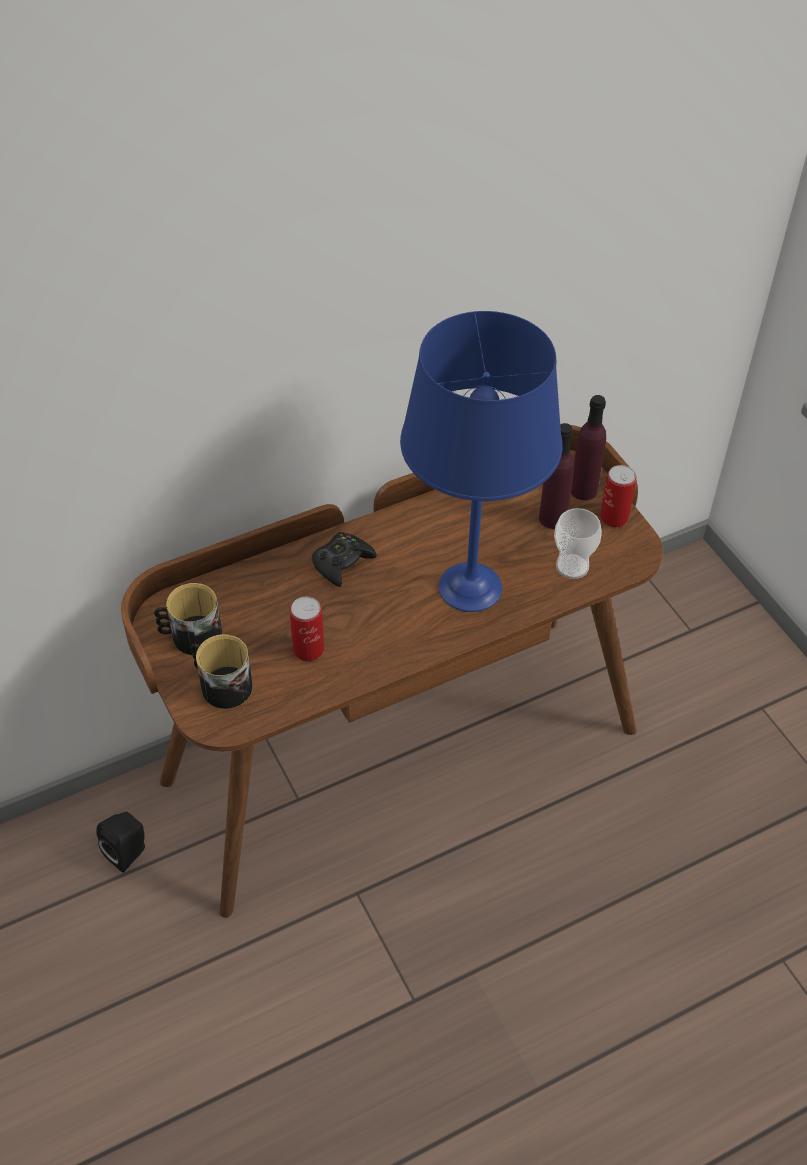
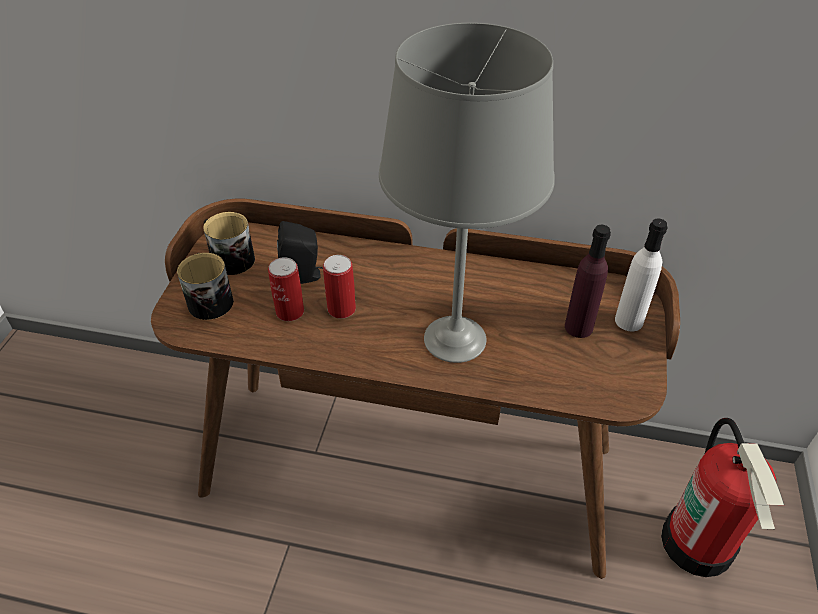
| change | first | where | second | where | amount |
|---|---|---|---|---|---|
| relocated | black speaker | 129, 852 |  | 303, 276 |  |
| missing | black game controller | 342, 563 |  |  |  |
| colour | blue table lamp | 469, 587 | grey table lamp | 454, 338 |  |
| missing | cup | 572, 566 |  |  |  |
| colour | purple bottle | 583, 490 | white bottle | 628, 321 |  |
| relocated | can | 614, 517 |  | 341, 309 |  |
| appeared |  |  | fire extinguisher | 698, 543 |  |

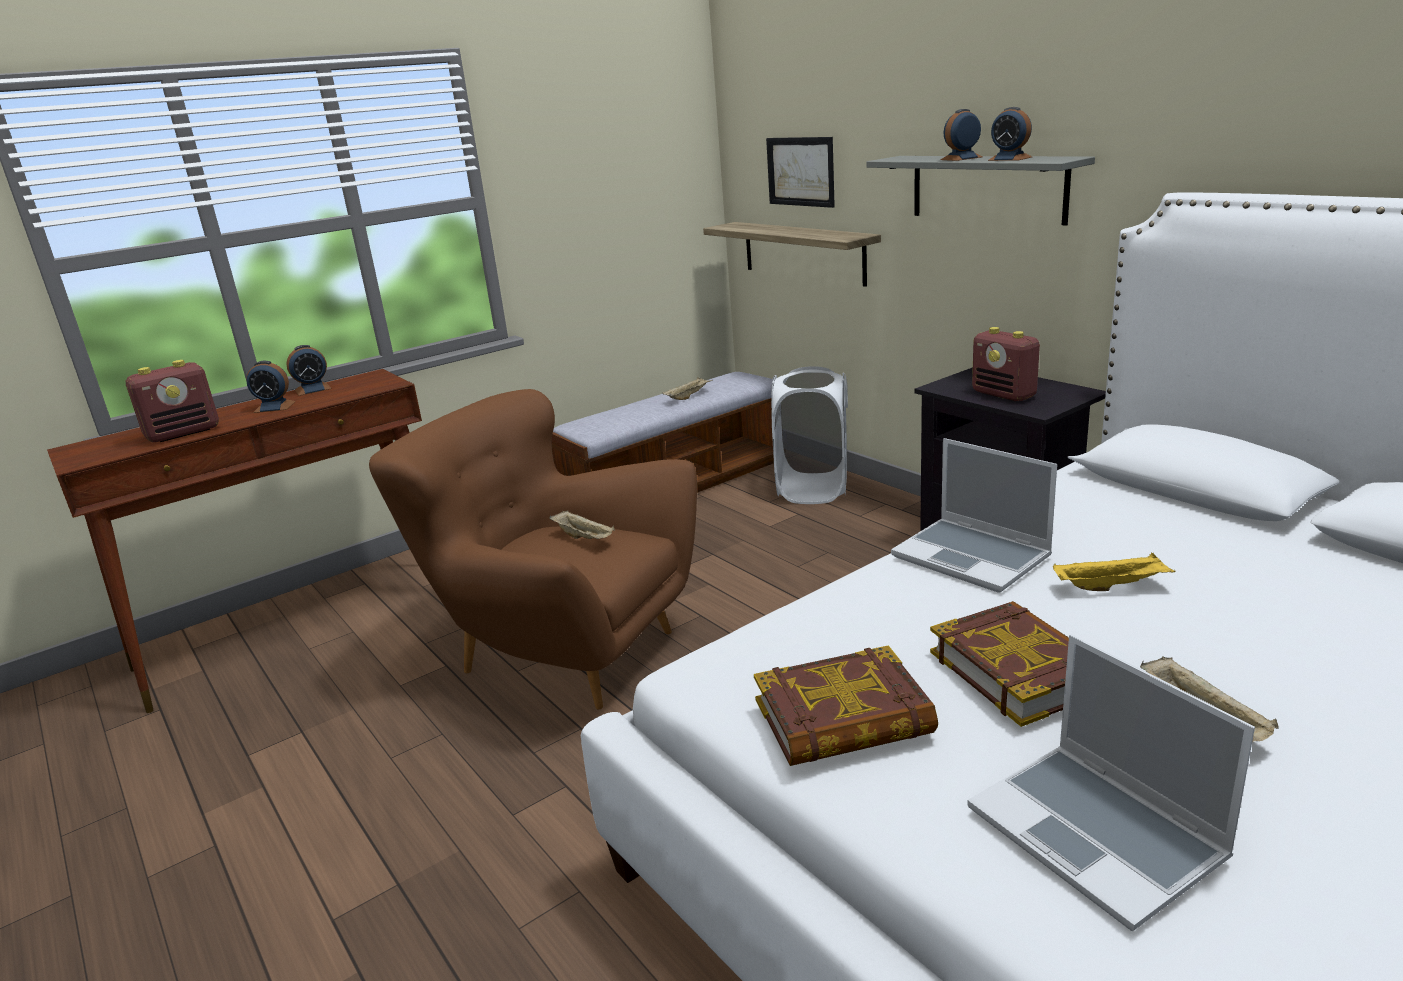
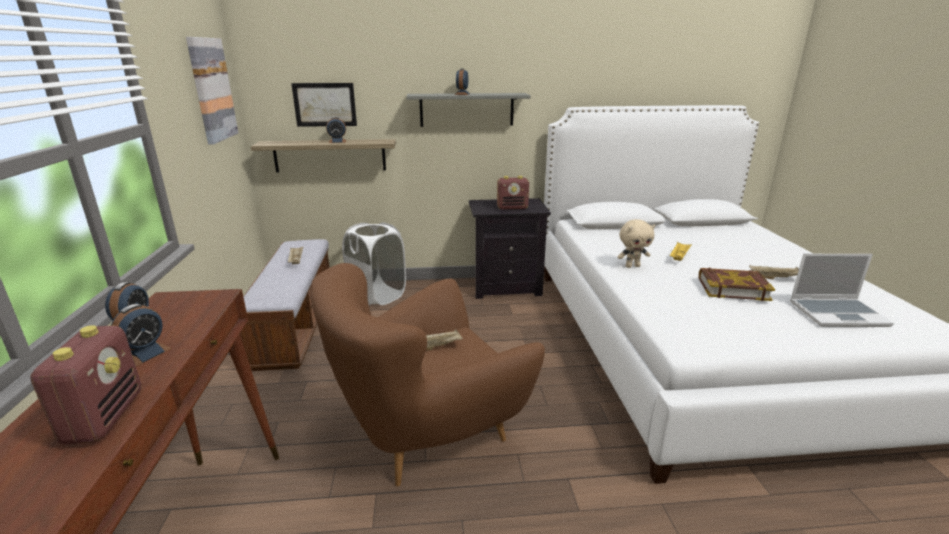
| change | first | where | second | where | amount |
|---|---|---|---|---|---|
| missing | book | 843, 718 |  |  |  |
| exchanged | laptop | 973, 557 | beige plush toy | 632, 266 |  |
| relocated | alarm clock | 1010, 159 |  | 337, 141 |  |
| appeared |  |  | picture | 211, 90 |  |

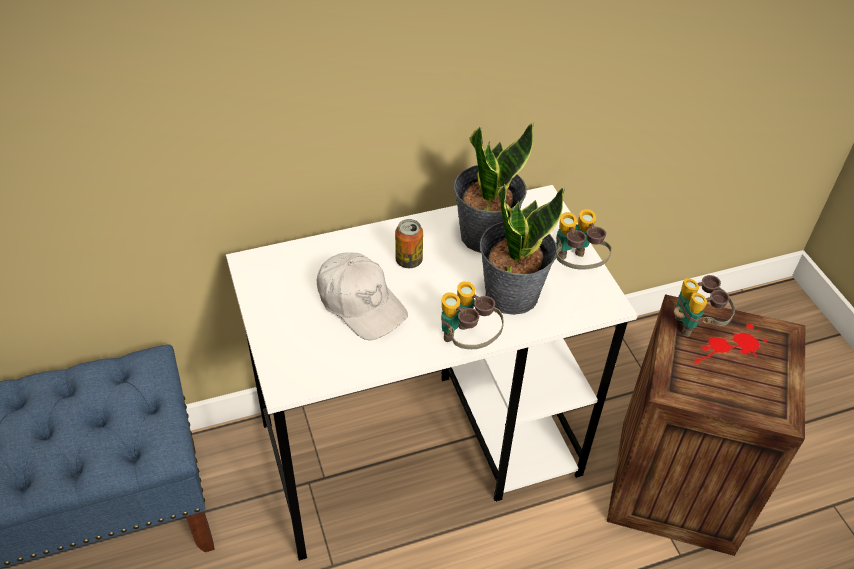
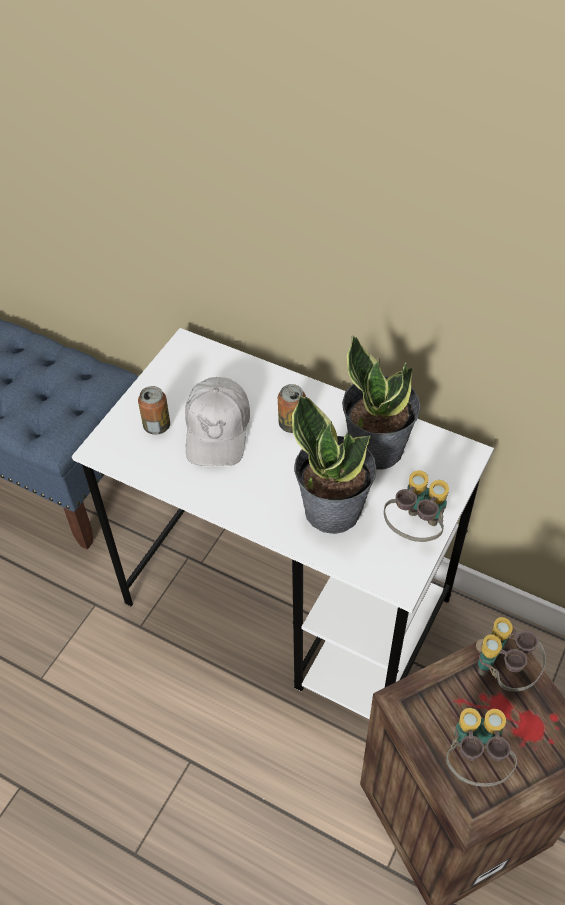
| change | first | where | second | where | amount |
|---|---|---|---|---|---|
| relocated | binoculars | 467, 342 |  | 474, 761 |  |
| appeared |  |  | can | 157, 426 |  |

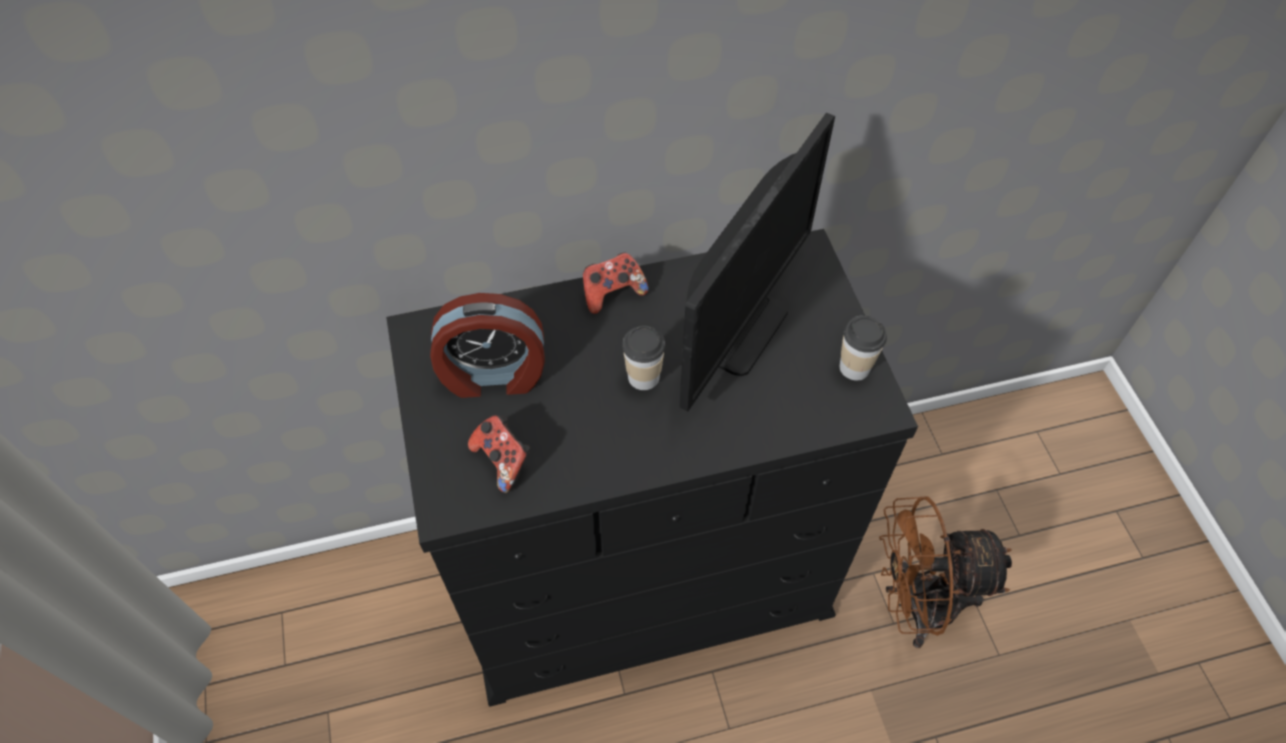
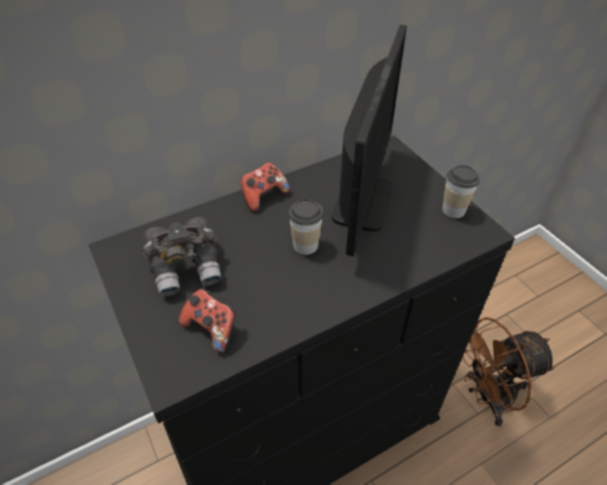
| change | first | where | second | where | amount |
|---|---|---|---|---|---|
| exchanged | alarm clock | 493, 375 | grey binoculars | 187, 267 |  |

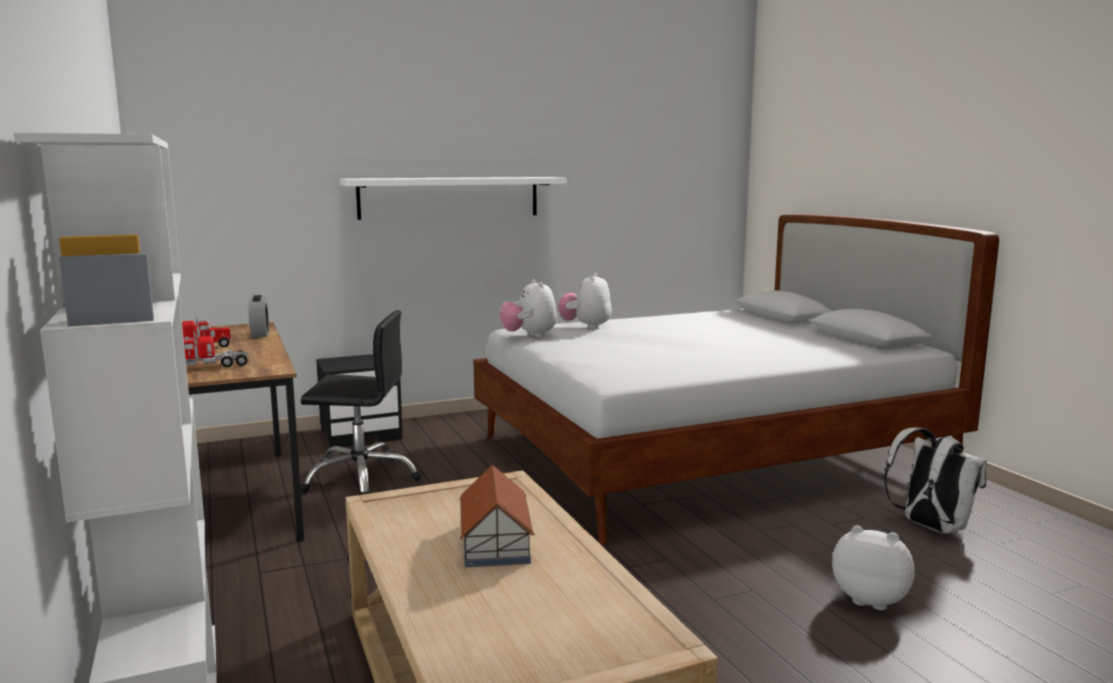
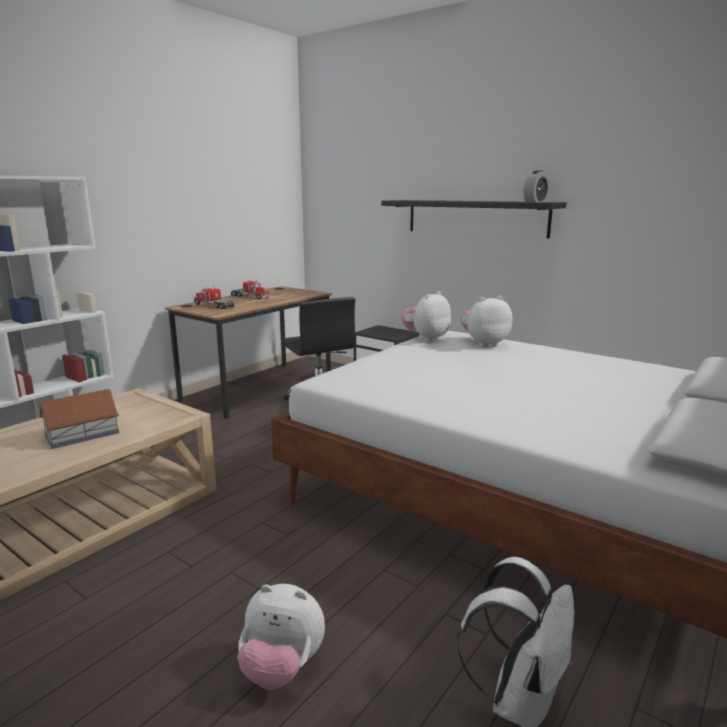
| change | first | where | second | where | amount |
|---|---|---|---|---|---|
| relocated | alarm clock | 260, 334 |  | 535, 202 |  |
| colour | white shelf | 450, 197 | black shelf | 475, 217 |  |
| spun | plush toy | 871, 599 |  | 282, 668 | 105 degrees clockwise |

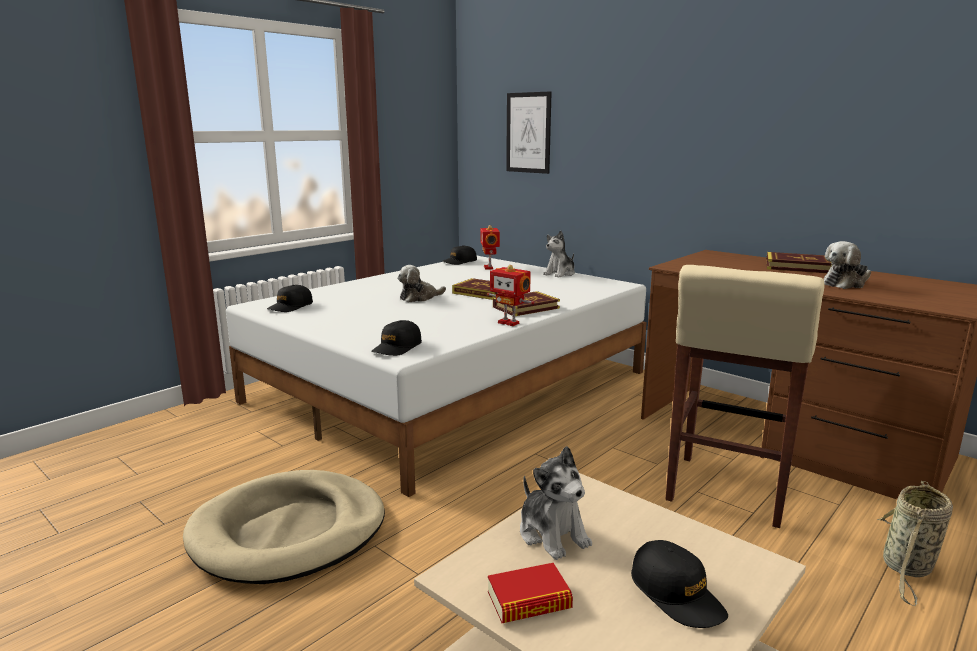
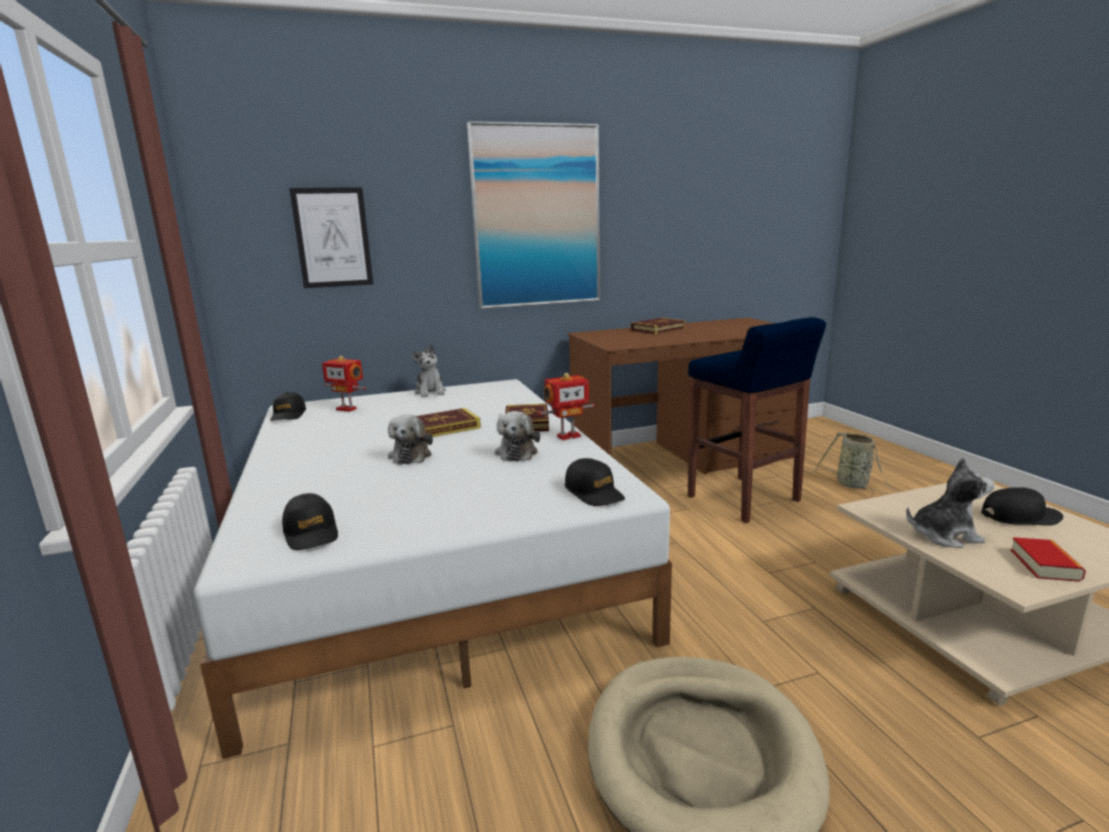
| change | first | where | second | where | amount |
|---|---|---|---|---|---|
| colour | beige stool | 727, 491 | blue stool | 744, 499 |  |
| relocated | plush toy | 845, 283 |  | 517, 452 |  |
| appeared |  |  | picture | 537, 217 |  |

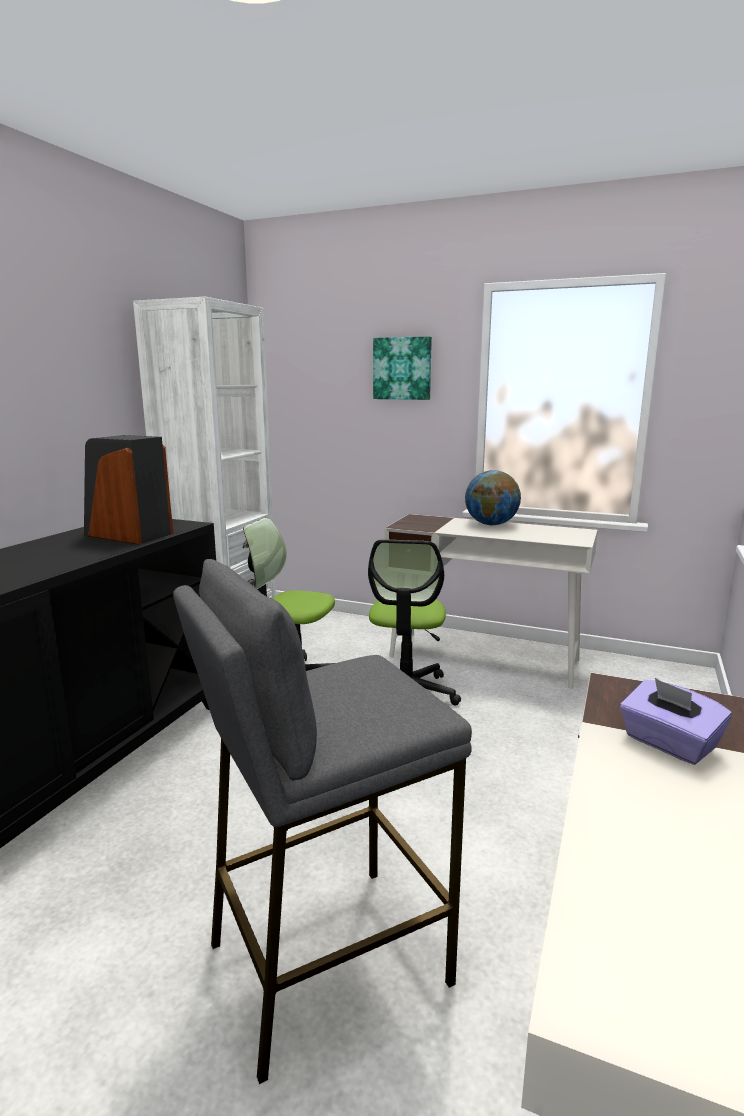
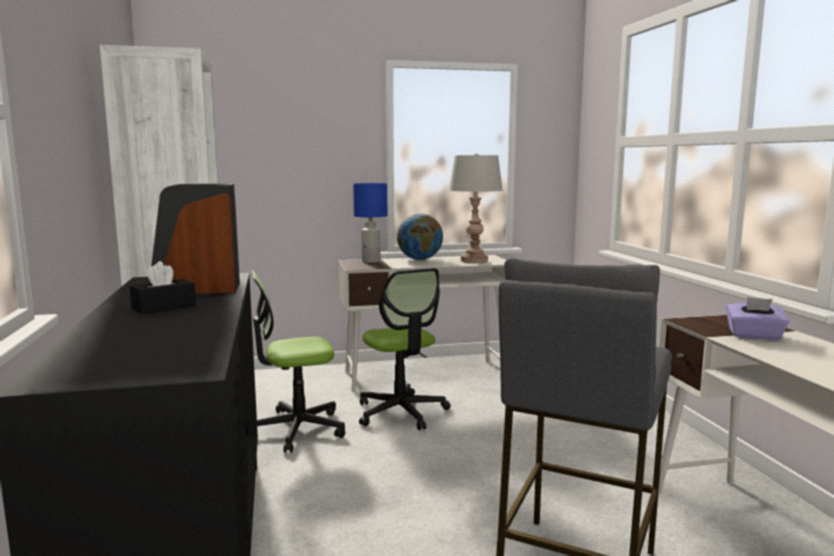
| change | first | where | second | where | amount |
|---|---|---|---|---|---|
| missing | picture | 402, 368 |  |  |  |
| appeared |  |  | black tissue box | 164, 307 |  |
| appeared |  |  | blue table lamp | 371, 261 |  |
| appeared |  |  | grey table lamp | 474, 260 |  |

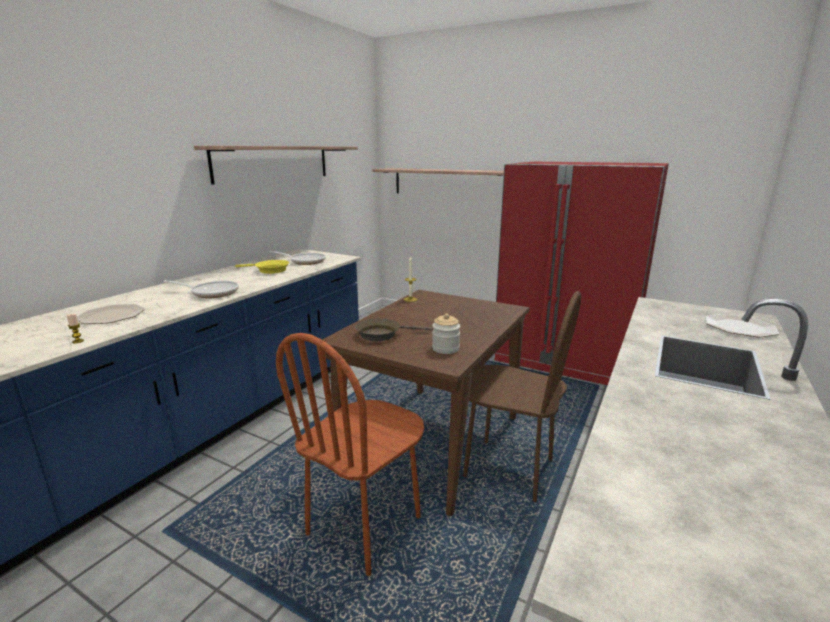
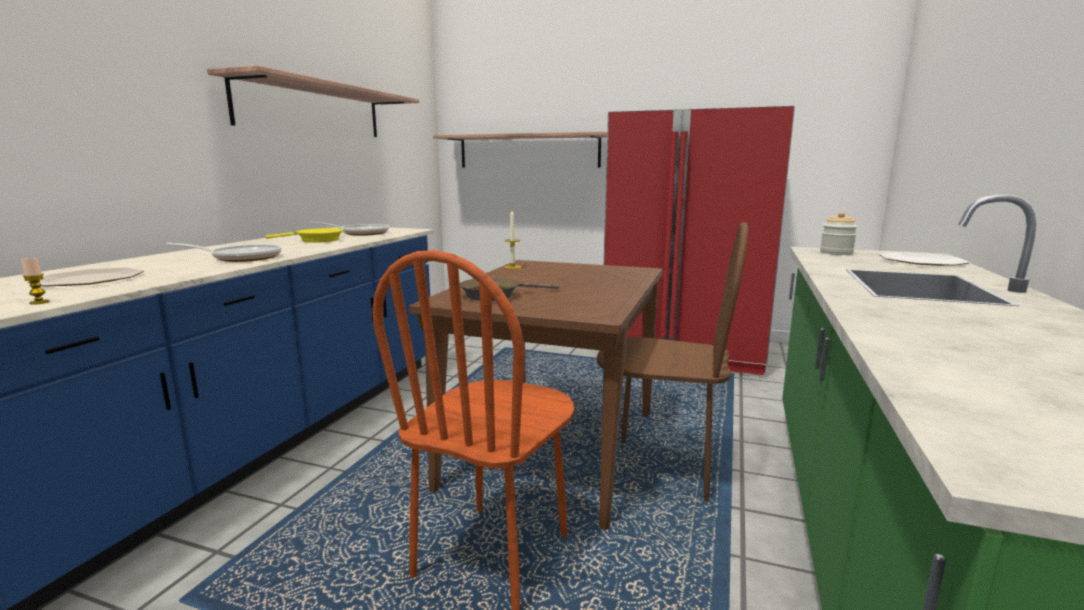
| change | first | where | second | where | amount |
|---|---|---|---|---|---|
| relocated | jar | 445, 348 |  | 836, 253 |  |

